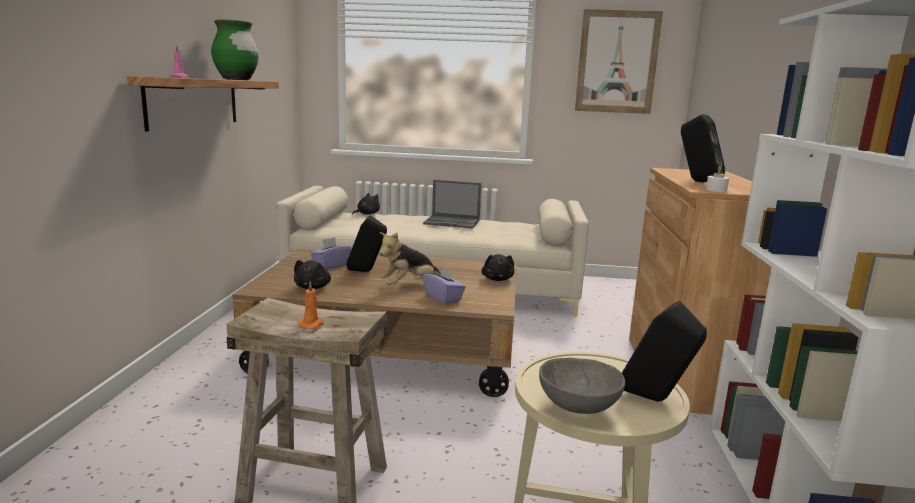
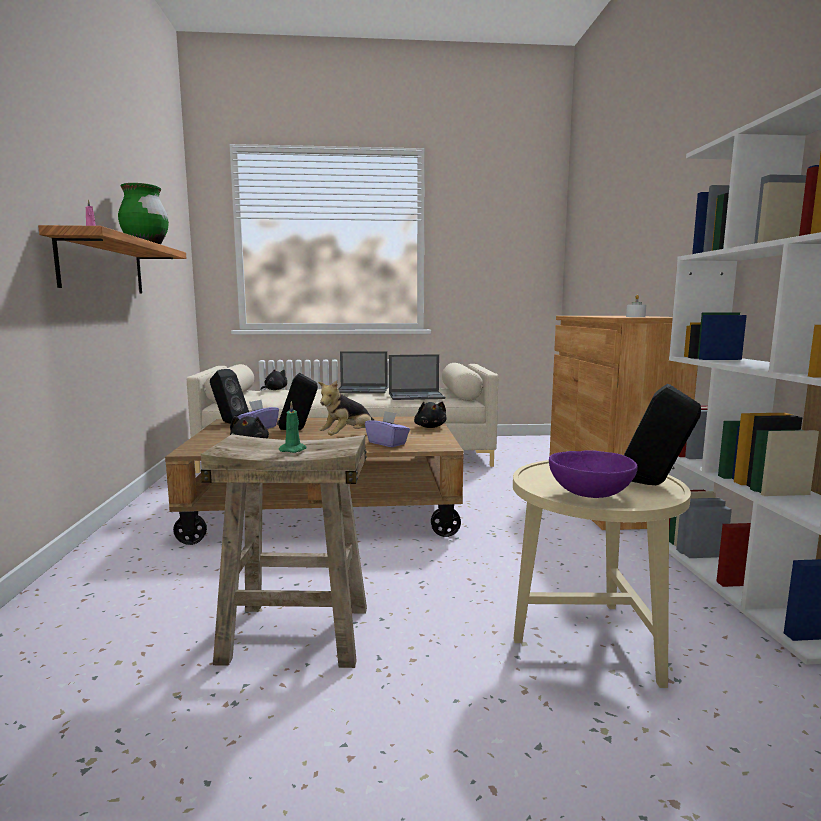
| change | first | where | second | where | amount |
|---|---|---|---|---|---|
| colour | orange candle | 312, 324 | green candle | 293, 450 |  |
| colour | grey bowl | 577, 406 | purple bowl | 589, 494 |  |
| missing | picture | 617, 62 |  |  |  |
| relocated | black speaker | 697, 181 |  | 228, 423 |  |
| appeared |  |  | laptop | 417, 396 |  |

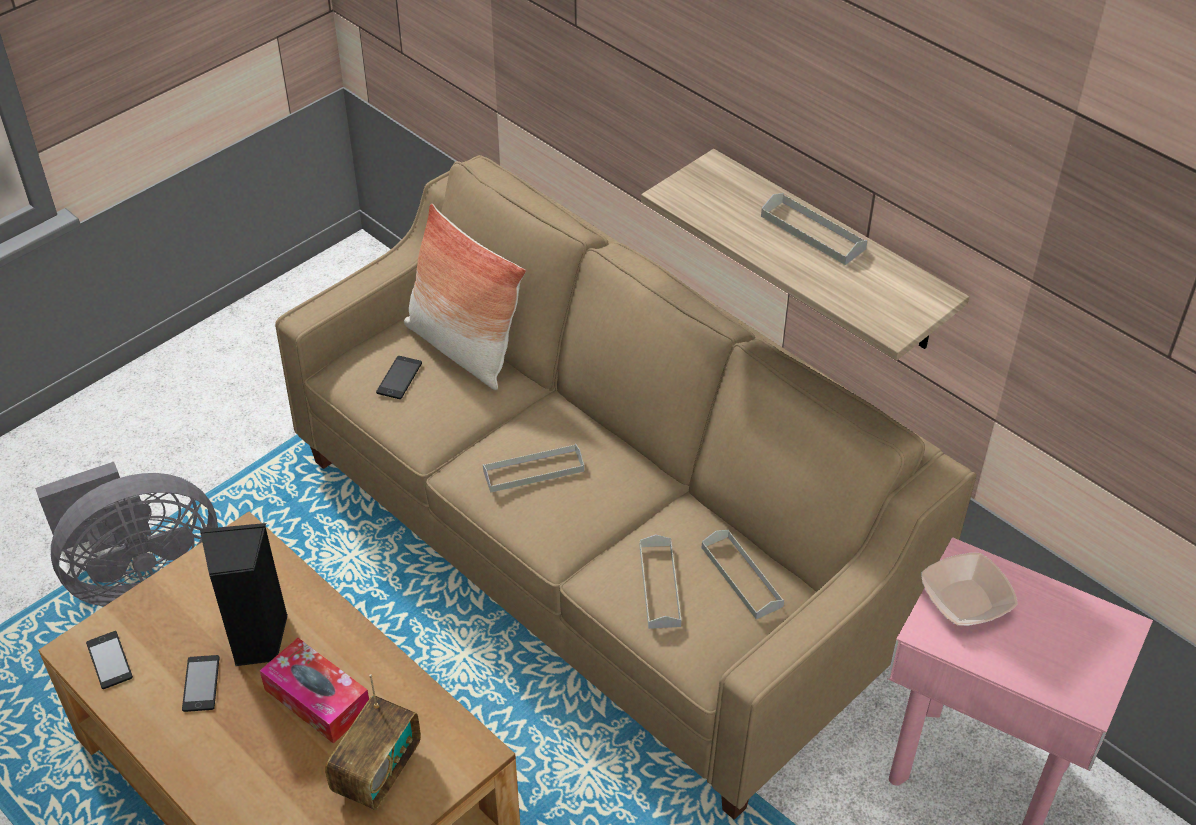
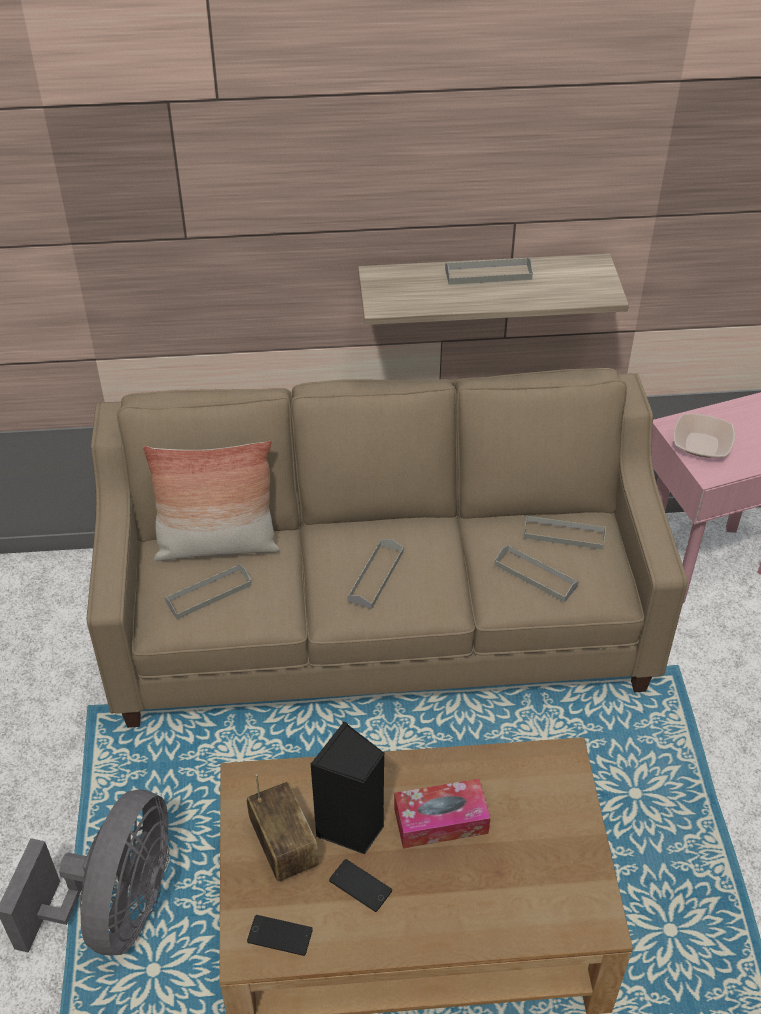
| change | first | where | second | where | amount |
|---|---|---|---|---|---|
| relocated | radio | 377, 772 |  | 284, 847 |  |
| exchanged | phone | 399, 378 | grey tray | 208, 594 |  |

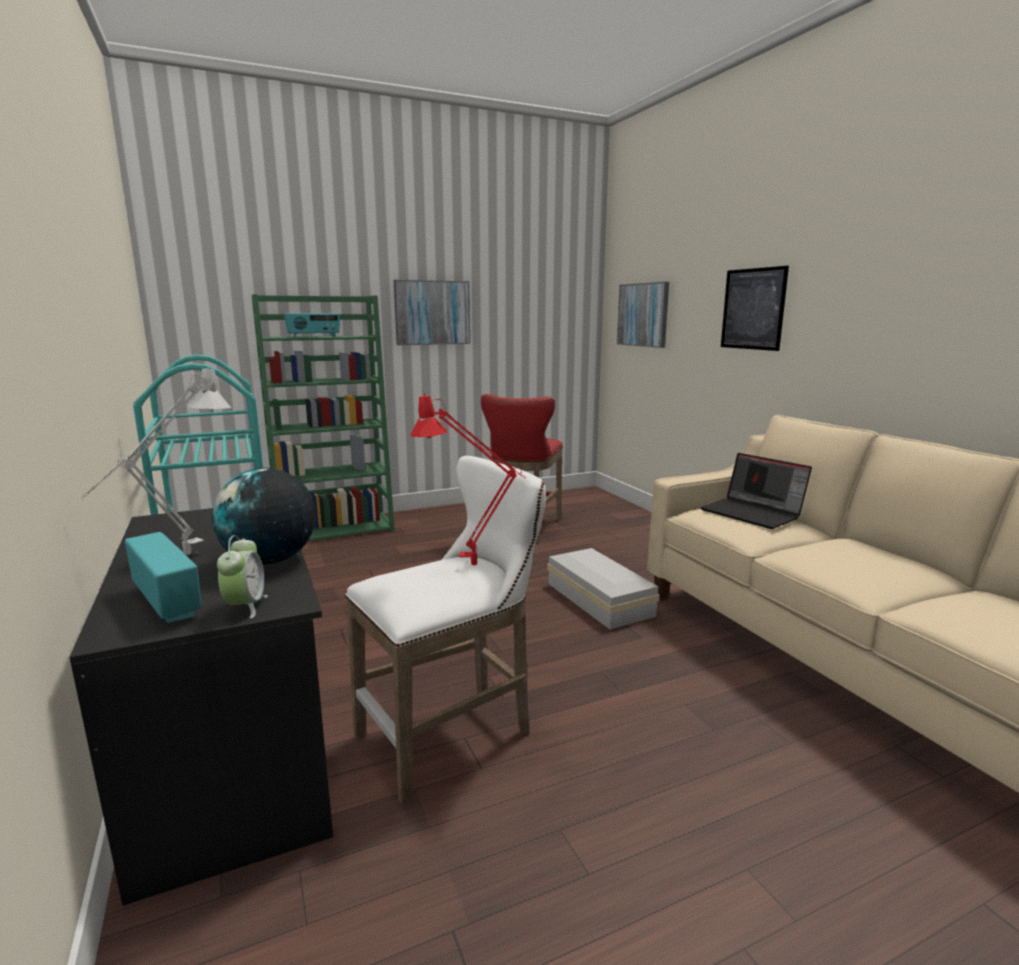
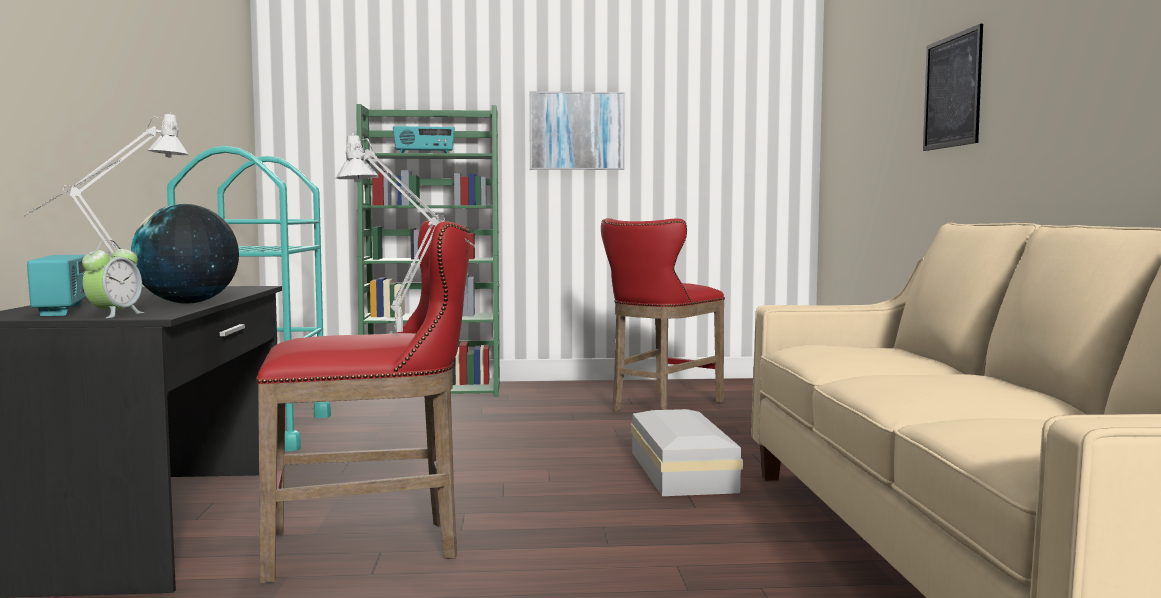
| change | first | where | second | where | amount |
|---|---|---|---|---|---|
| colour | white stool | 454, 734 | red stool | 373, 547 |  |
| colour | red table lamp | 483, 567 | grey table lamp | 408, 335 |  |
| missing | picture | 643, 315 |  |  |  |
| missing | laptop | 753, 513 |  |  |  |

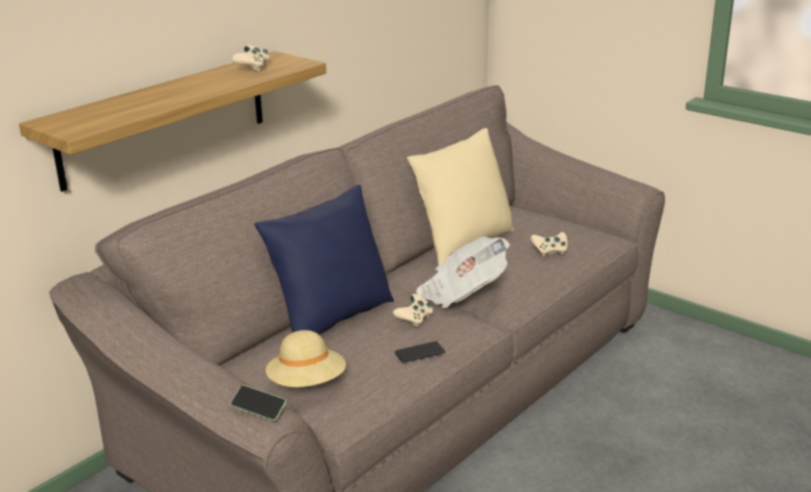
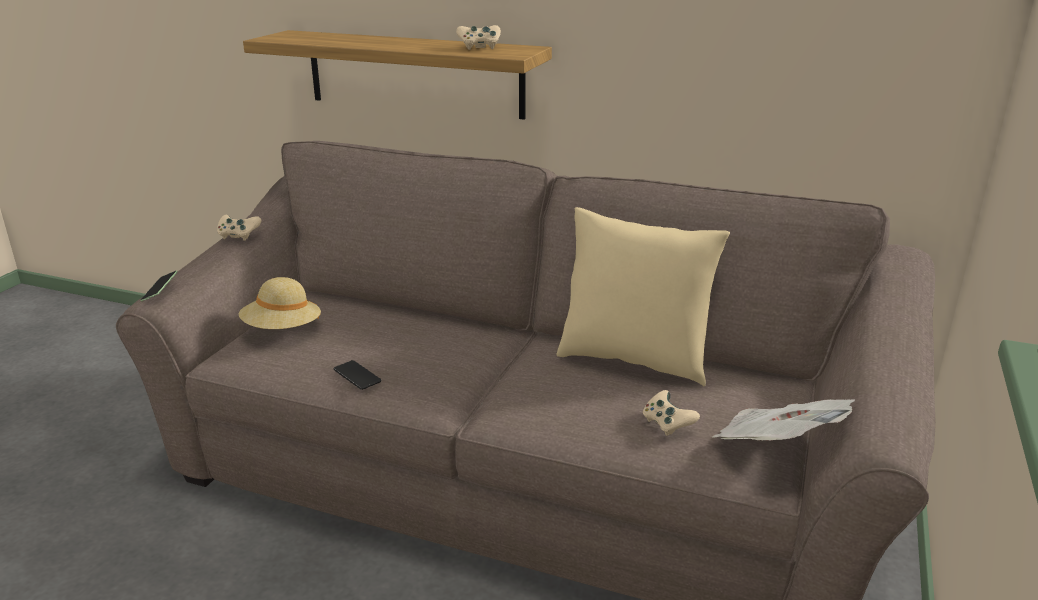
| change | first | where | second | where | amount |
|---|---|---|---|---|---|
| missing | blue pillow | 331, 320 |  |  |  |
| relocated | beige game controller | 414, 319 |  | 238, 236 |  |
| relocated | newspaper | 462, 293 |  | 776, 447 |  |

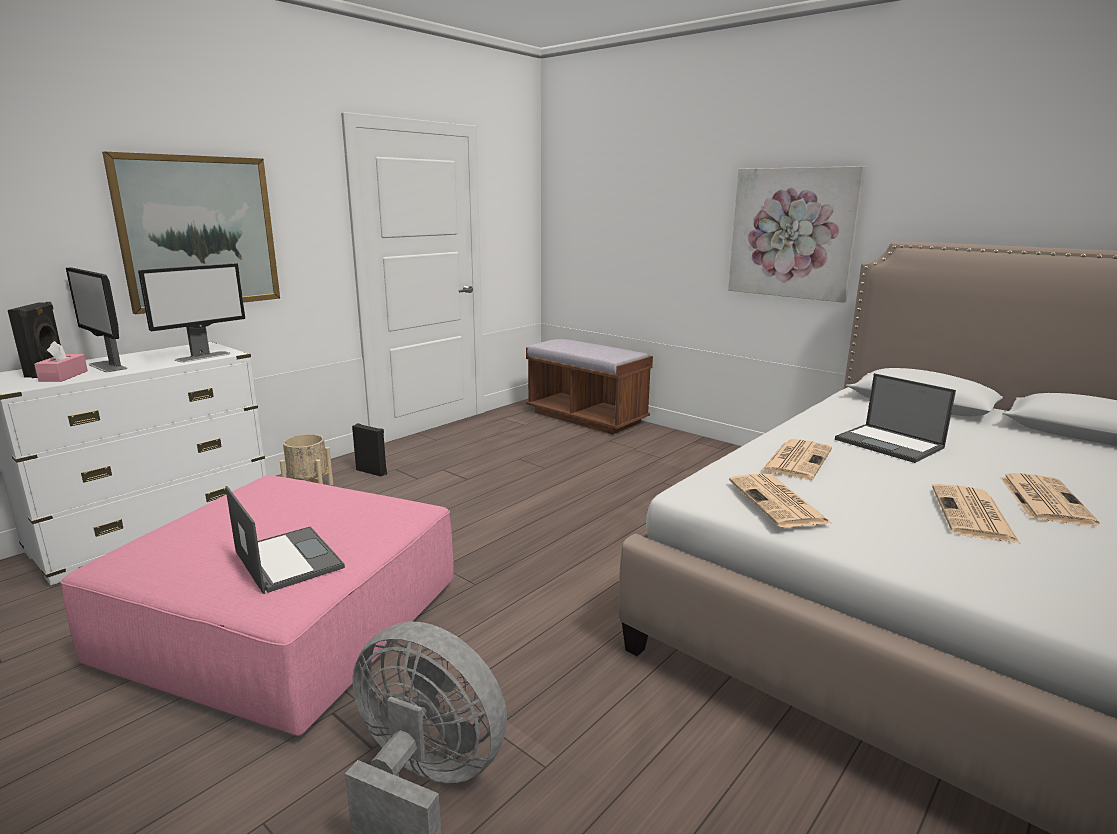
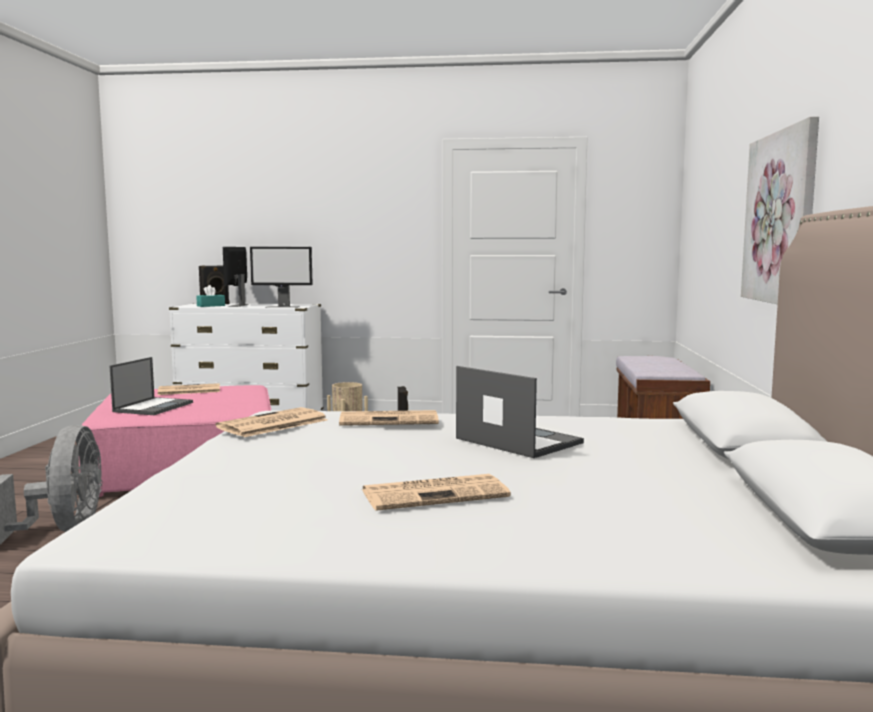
| change | first | where | second | where | amount |
|---|---|---|---|---|---|
| colour | pink tissue box | 63, 376 | turquoise tissue box | 211, 306 |  |
| missing | picture | 199, 232 |  |  |  |
| spun | laptop | 890, 444 |  | 517, 441 | 120 degrees clockwise |
| relocated | newspaper | 973, 515 |  | 188, 390 |  |

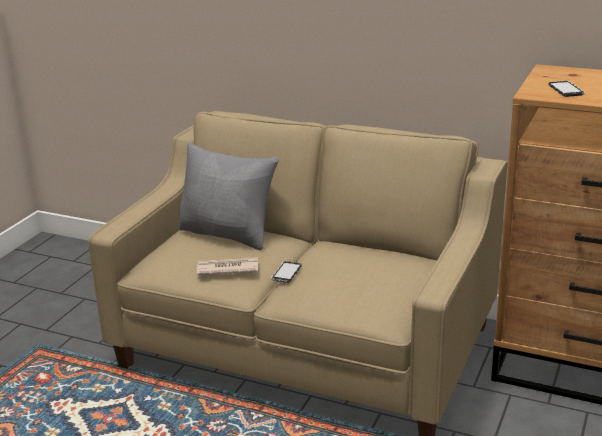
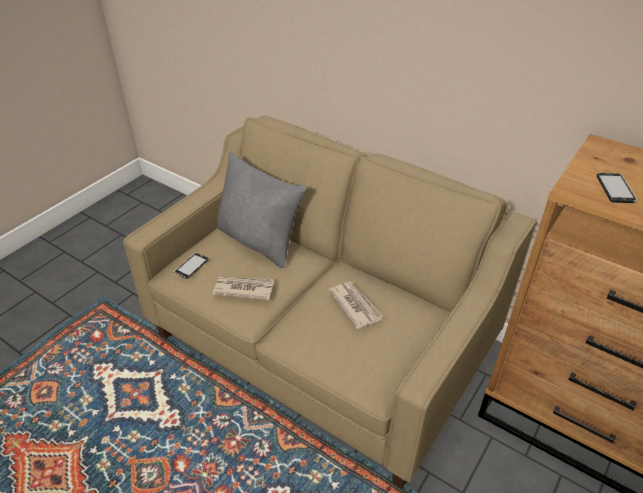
| change | first | where | second | where | amount |
|---|---|---|---|---|---|
| relocated | phone | 286, 273 |  | 191, 266 |  |
| appeared |  |  | newspaper | 355, 305 |  |

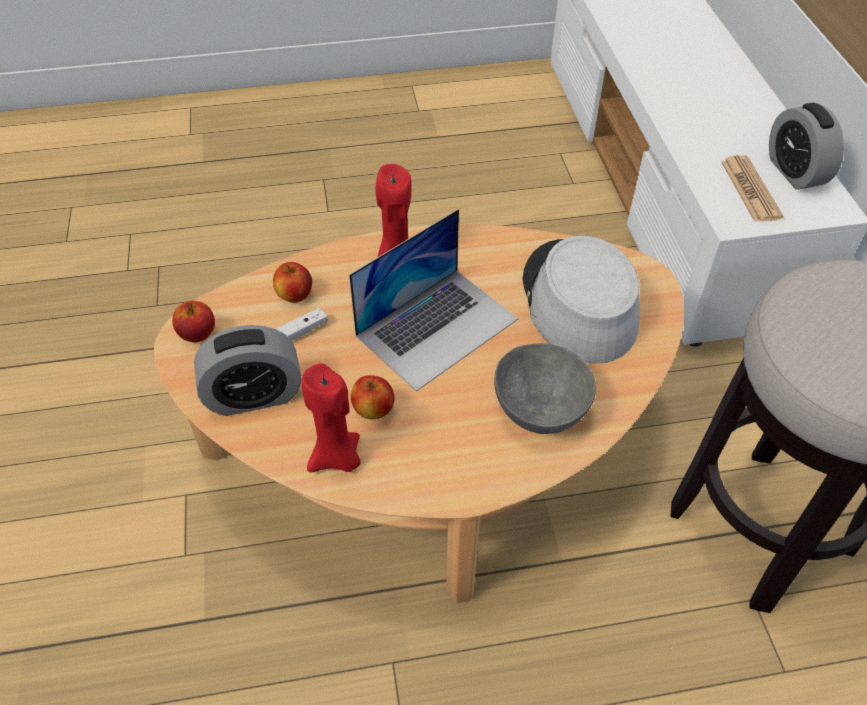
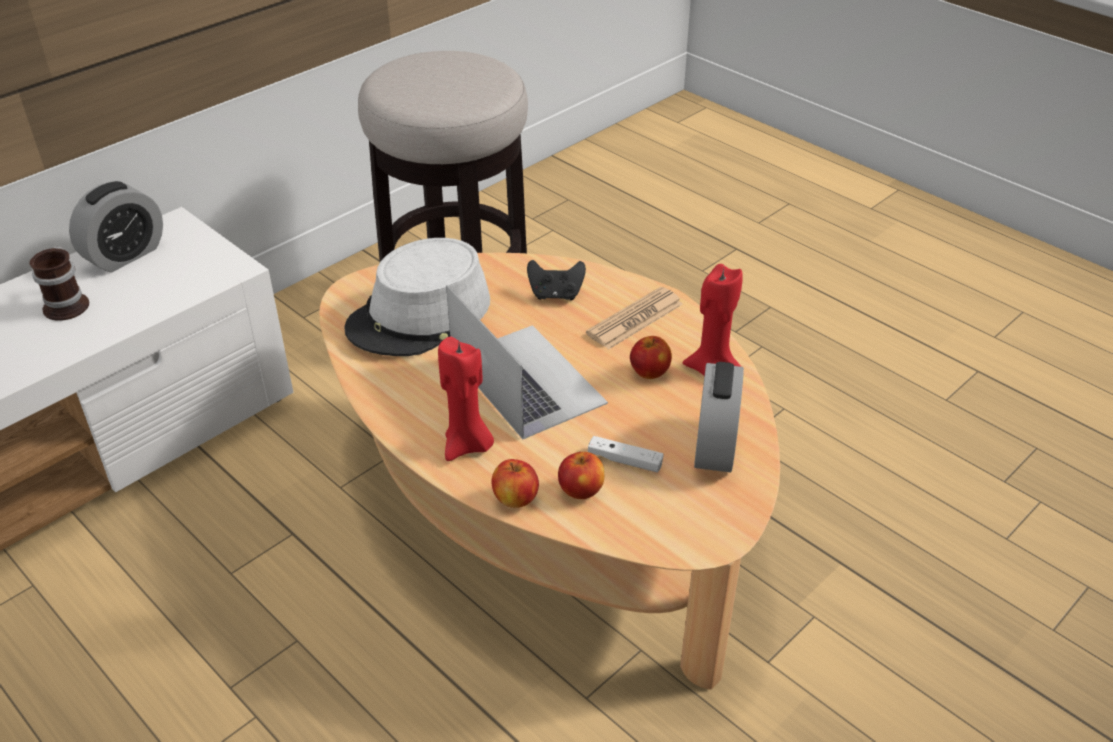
| change | first | where | second | where | amount |
|---|---|---|---|---|---|
| relocated | apple | 197, 334 |  | 515, 499 |  |
| spun | alarm clock | 254, 396 |  | 714, 446 | 60 degrees clockwise |
| spun | laptop | 437, 327 |  | 526, 379 | 45 degrees clockwise |
| exchanged | grey bowl | 540, 408 | black game controller | 555, 294 |  |
| relocated | newspaper | 750, 189 |  | 635, 319 |  |
| appeared |  |  | mug | 69, 304 |  |

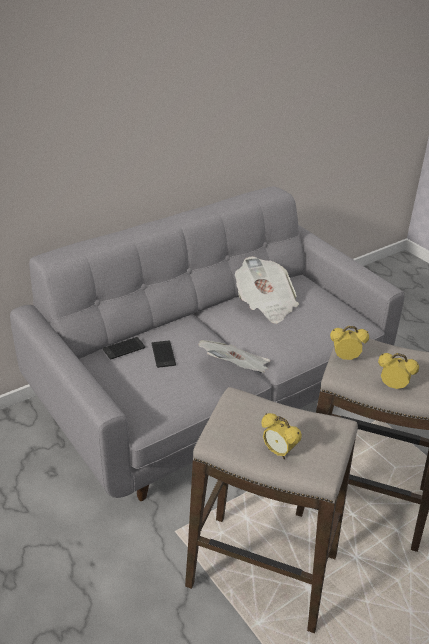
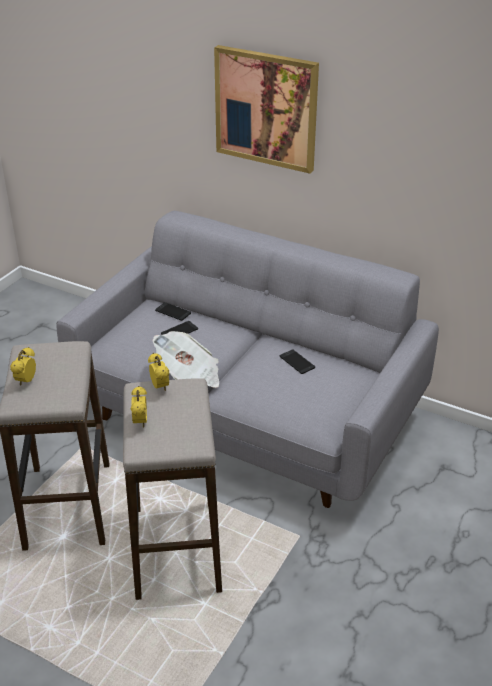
| change | first | where | second | where | amount |
|---|---|---|---|---|---|
| exchanged | newspaper | 265, 304 | phone | 297, 362 |  |
| appeared |  |  | picture | 266, 108 |  |

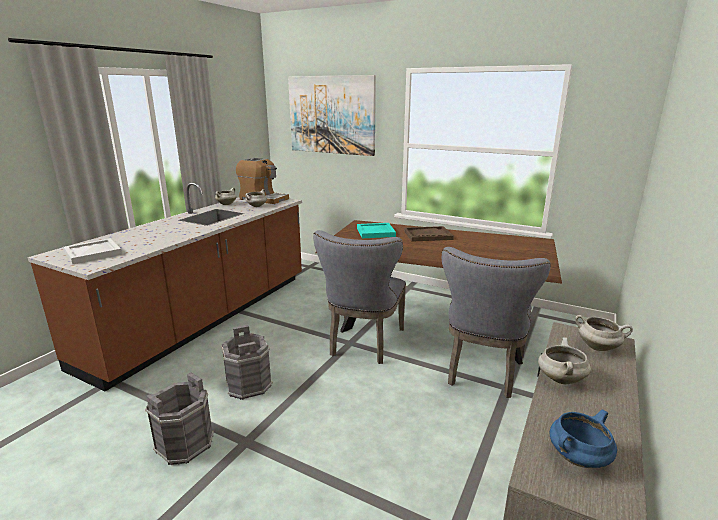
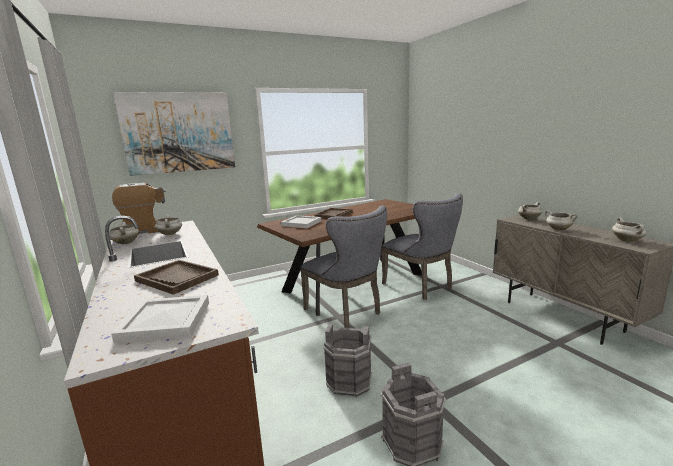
| change | first | where | second | where | amount |
|---|---|---|---|---|---|
| colour | turquoise tray | 375, 232 | white tray | 300, 223 |  |
| colour | blue cooking pot | 578, 459 | white cooking pot | 627, 240 |  |
| appeared |  |  | brown tray | 177, 278 |  |

